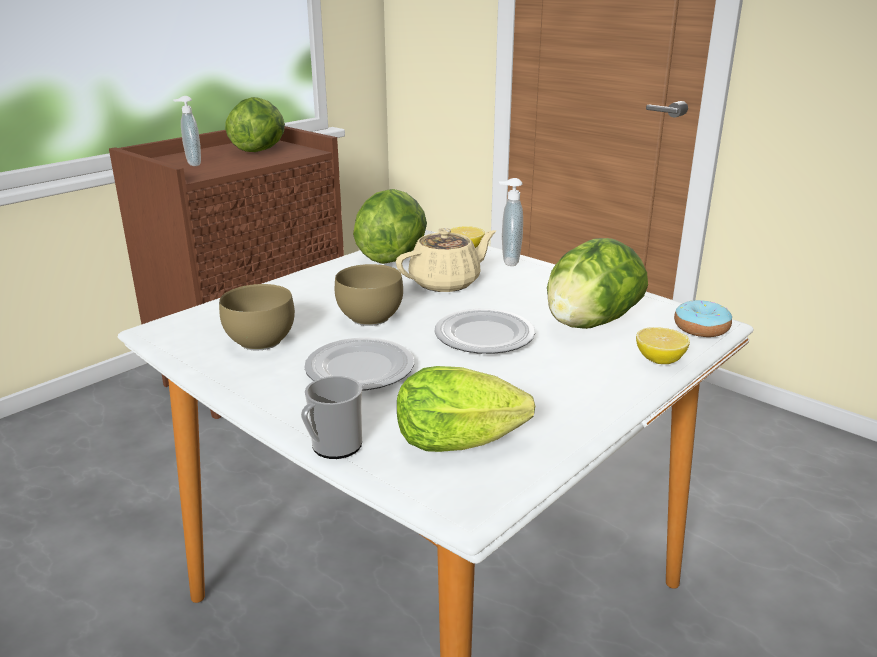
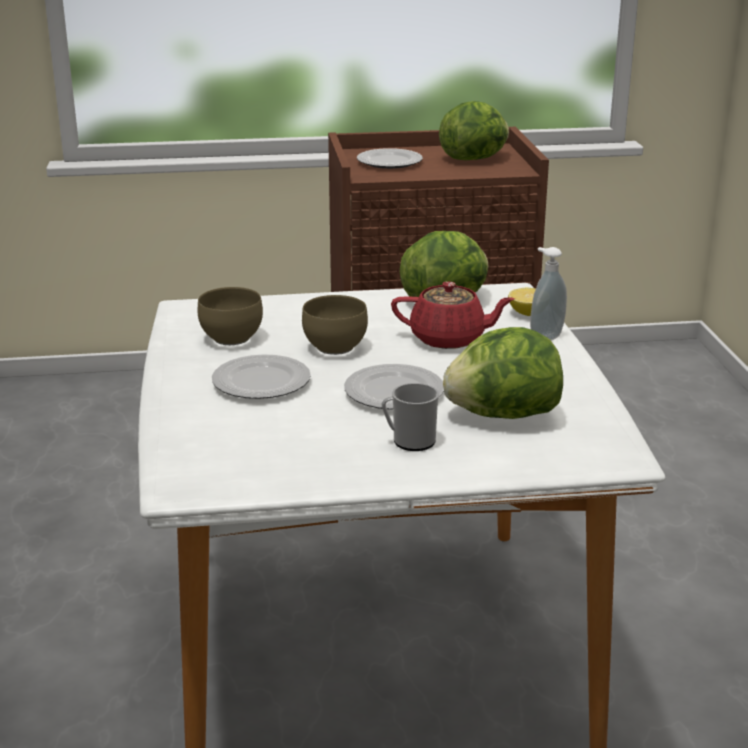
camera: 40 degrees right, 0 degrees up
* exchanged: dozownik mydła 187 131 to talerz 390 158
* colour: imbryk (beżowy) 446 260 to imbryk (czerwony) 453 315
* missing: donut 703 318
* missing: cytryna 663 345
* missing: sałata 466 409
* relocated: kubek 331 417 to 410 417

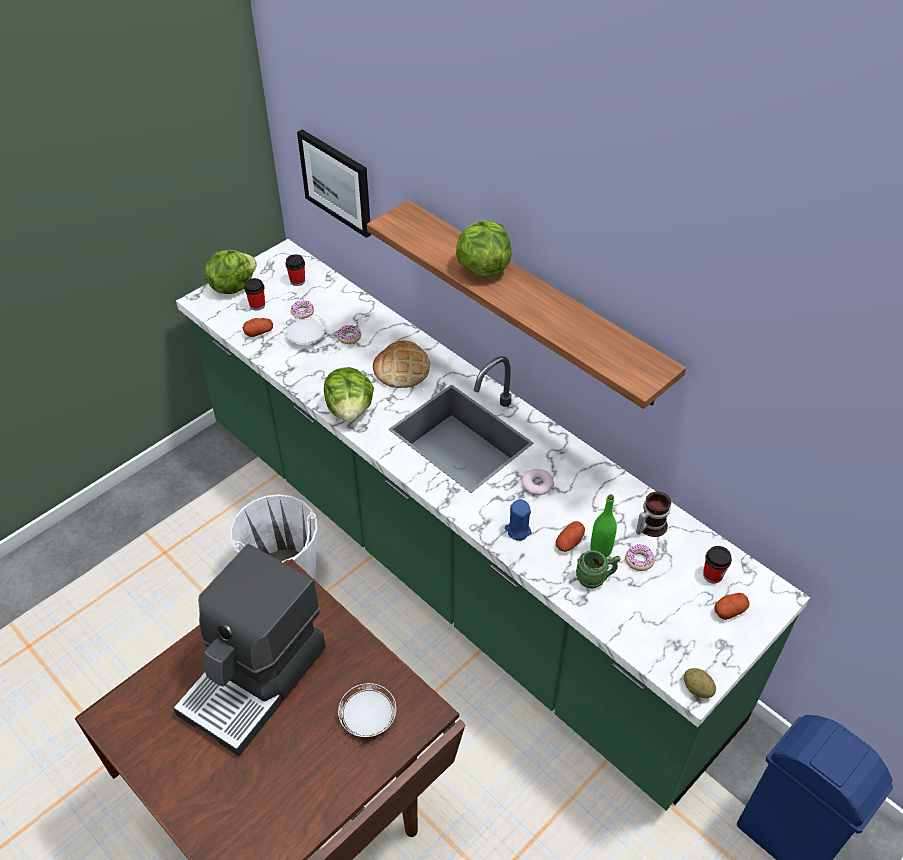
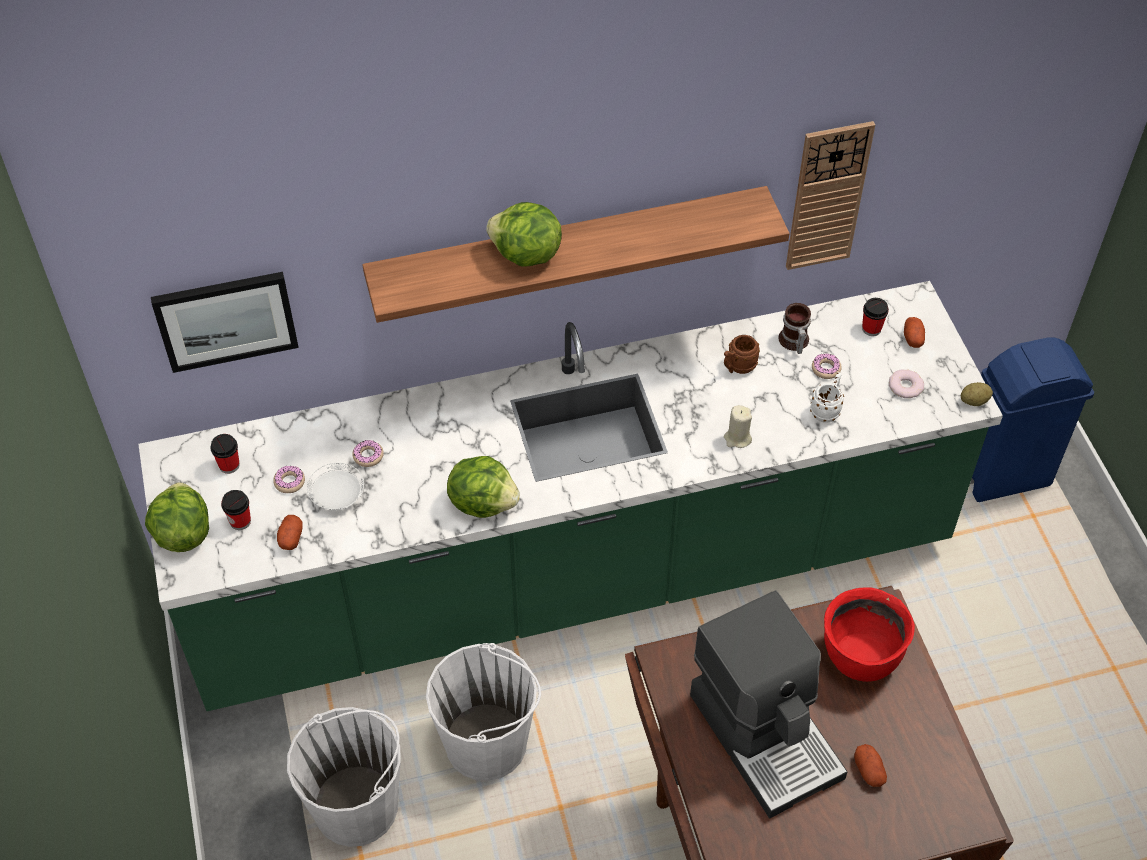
camera: 60 degrees left, 5 degrees up
* missing: chleb 401 364
* relocated: donut 537 482 to 906 384
* missing: butelka (zielony) 603 525
* colour: świeca (niebieski) 518 520 to świeca (beżowy) 738 426
* relocated: ziemniak 570 536 to 870 765
* colour: kubek (zielony) 598 569 to kubek (biały) 827 397
* exchanged: talerz (biały) 367 710 to garnek (czerwony) 869 634
* appeared: zegar ścienny 830 195
* appeared: kubek (brązowy) 742 354
* appeared: wiadro (biały) 344 777

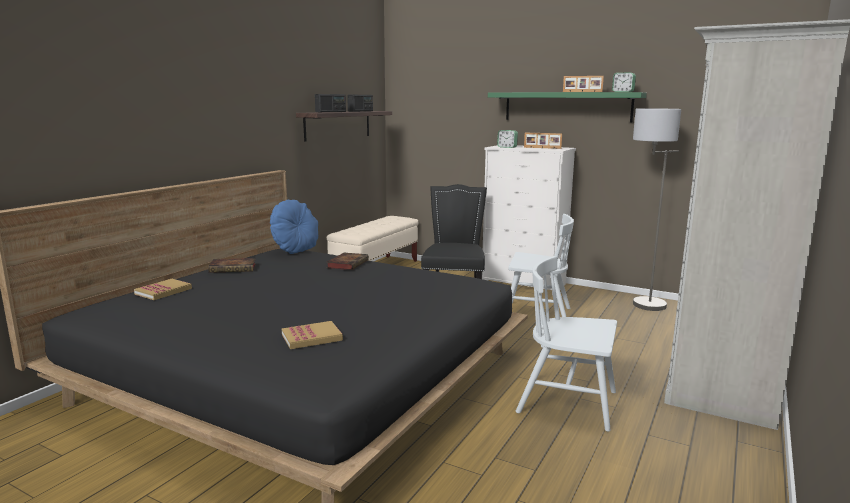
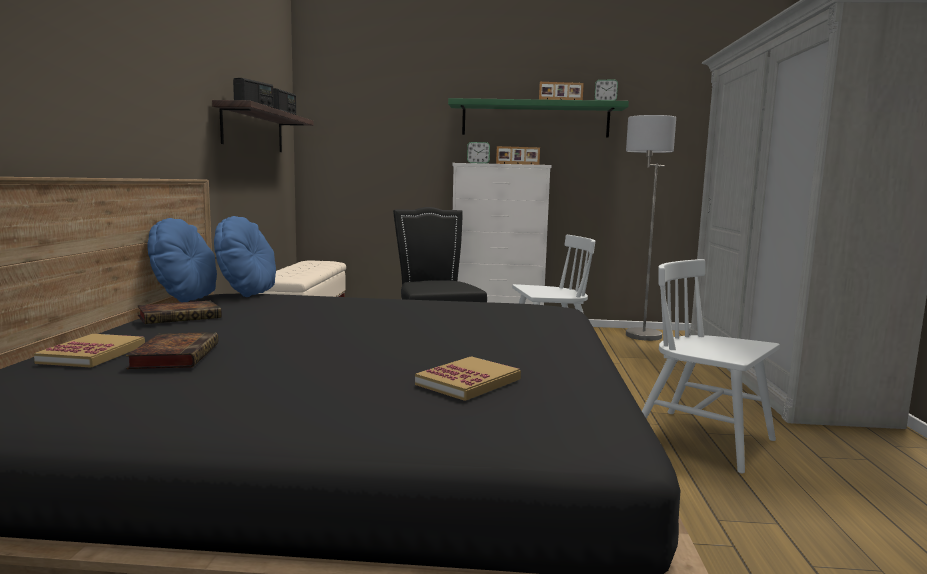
camera: 25 degrees left, 5 degrees down
* relocated: książka 348 261 to 172 350
* spun: krzesło (biały) 566 344 = 711 366 45 degrees clockwise
* appeared: poduszka (niebieski) 182 260

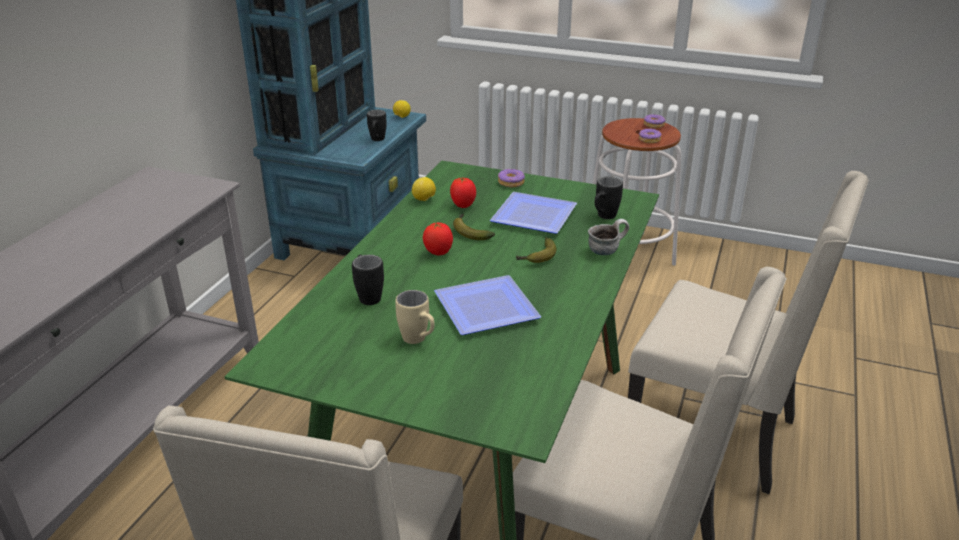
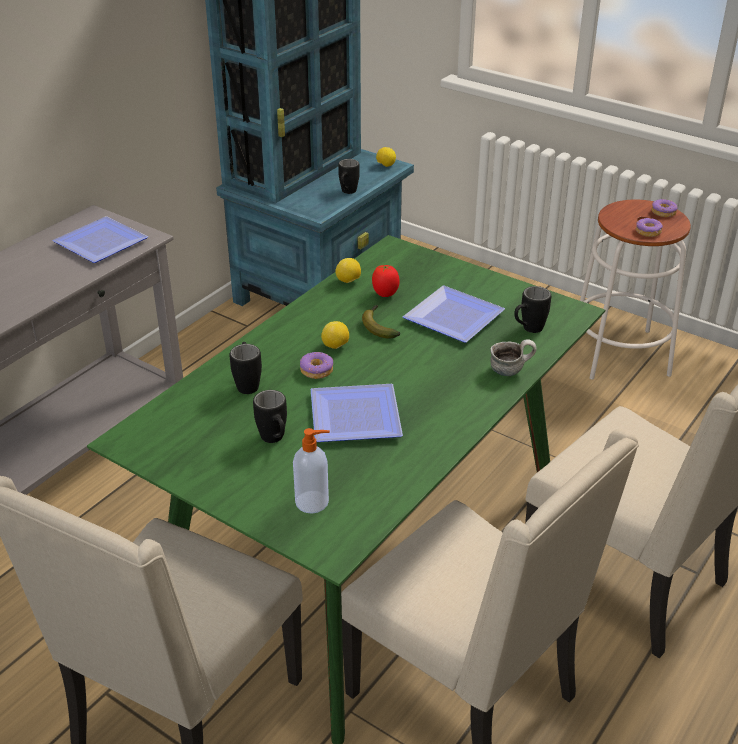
camera: 15 degrees right, 5 degrees up
* relocated: donut 511 178 to 316 365
* exchanged: pomidor 438 239 to cytryna 335 335
* missing: banan 536 250
* colour: kubek (beżowy) 415 317 to kubek (czarny) 270 416
* appeared: talerz 100 239
* appeared: dozownik mydła 311 471

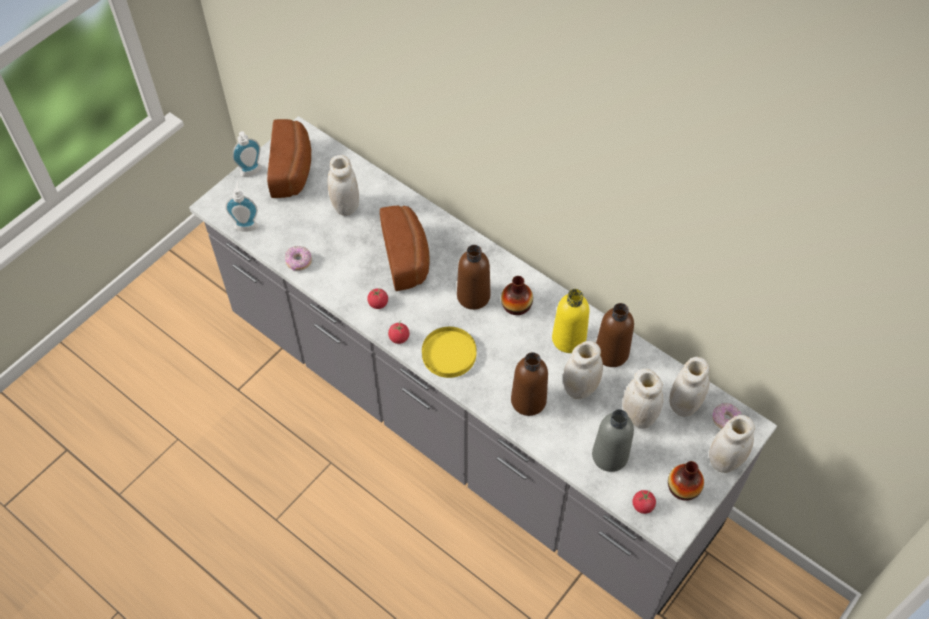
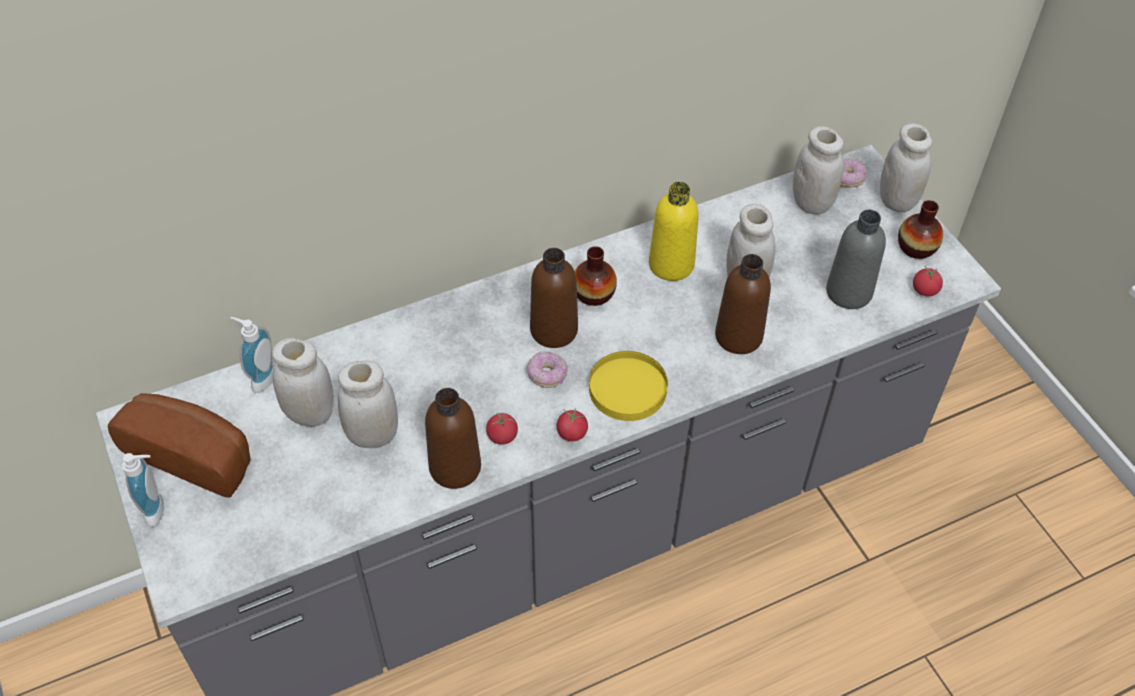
camera: 65 degrees left, 5 degrees down
* relocated: dozownik mydła 241 206 to 252 355
* missing: chleb 404 248
* relocated: donut 298 258 to 547 369
* relocated: butelka (brązowy) 615 335 to 453 438
* relocated: słoik (biały) 642 399 to 368 404

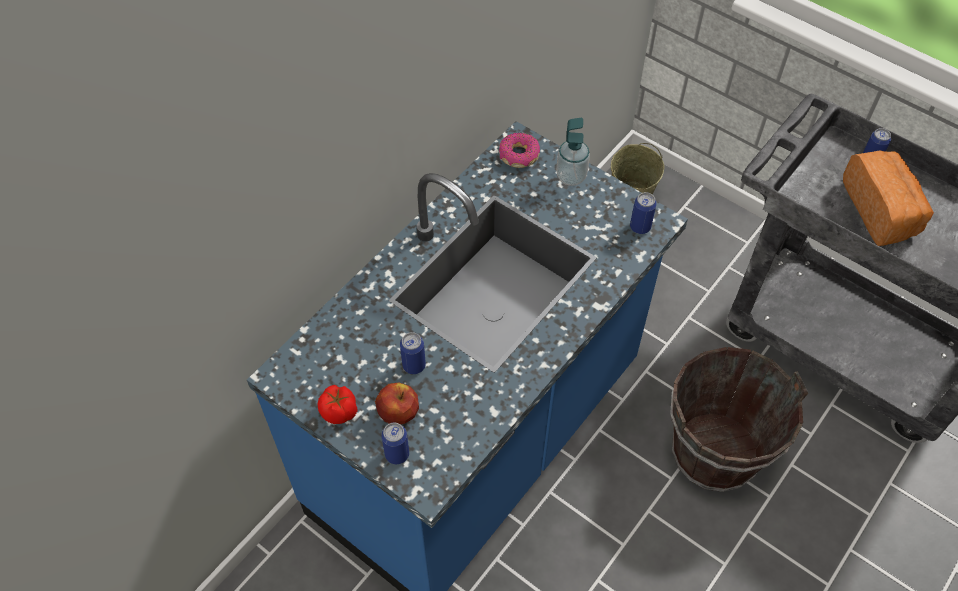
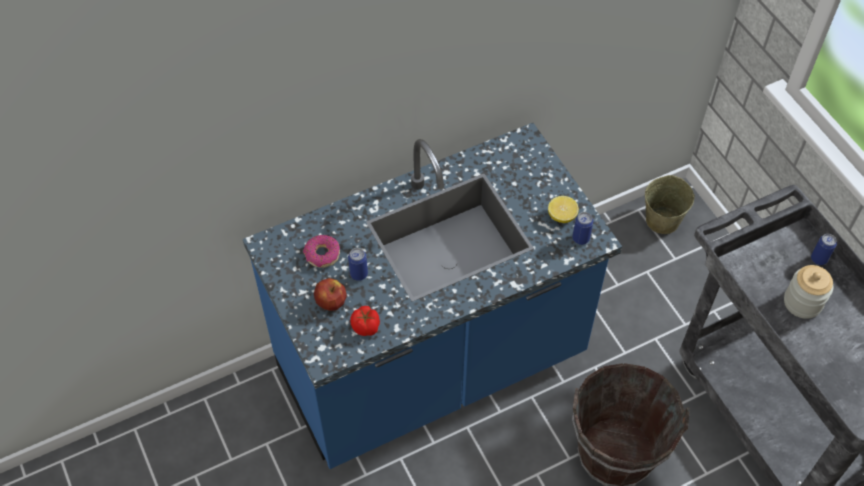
camera: 25 degrees right, 0 degrees up
* missing: dozownik mydła 573 152
* relocated: donut 519 150 to 321 251
* exchanged: chleb 888 198 to słoik 808 292
* relocated: pomidor 338 404 to 365 321
* missing: puszka 395 443
* appeared: cytryna 563 209

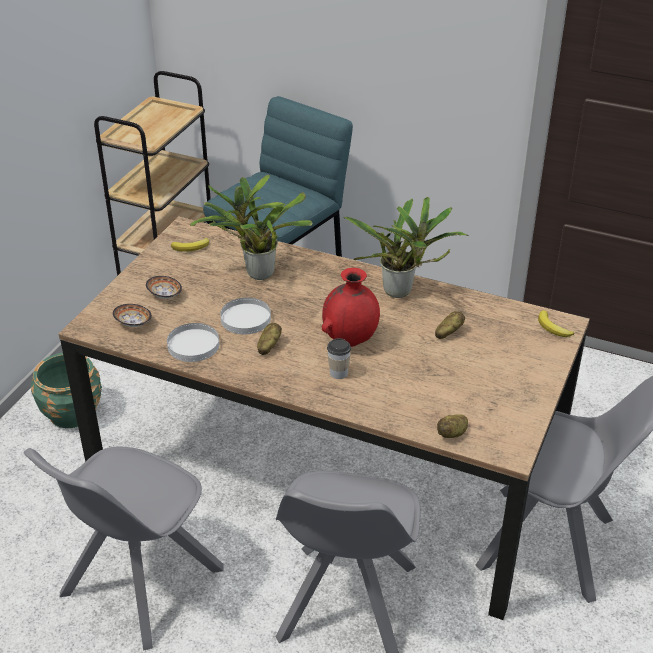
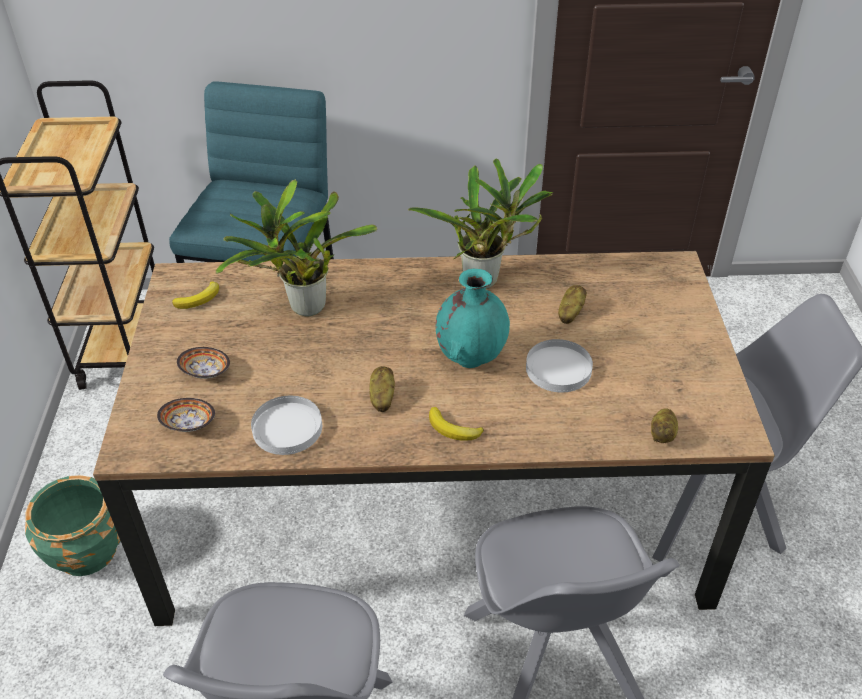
camera: 25 degrees left, 5 degrees up
* colour: wazon (czerwony) 351 307 to wazon (turkusowy) 472 318
* relocated: talerz (biały) 245 316 to 559 365
* relocated: banan 556 323 to 456 424
* missing: filiżanka 339 358

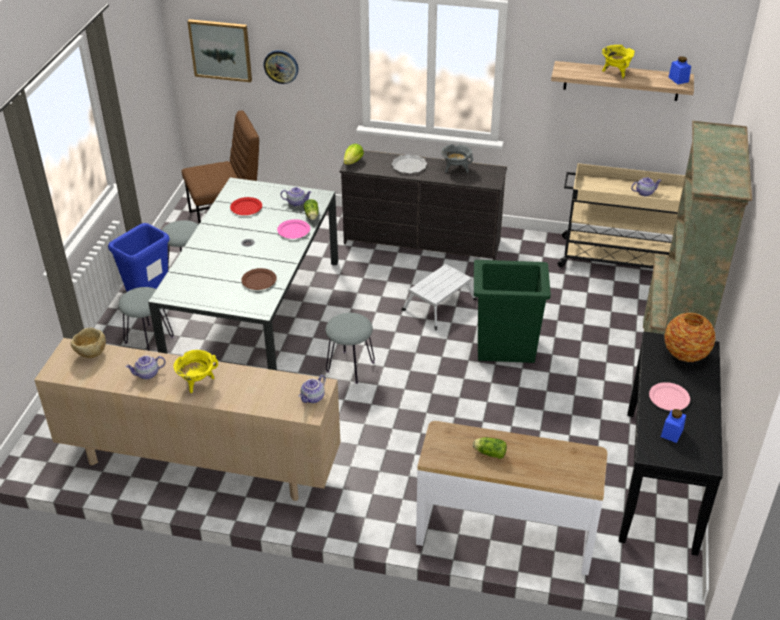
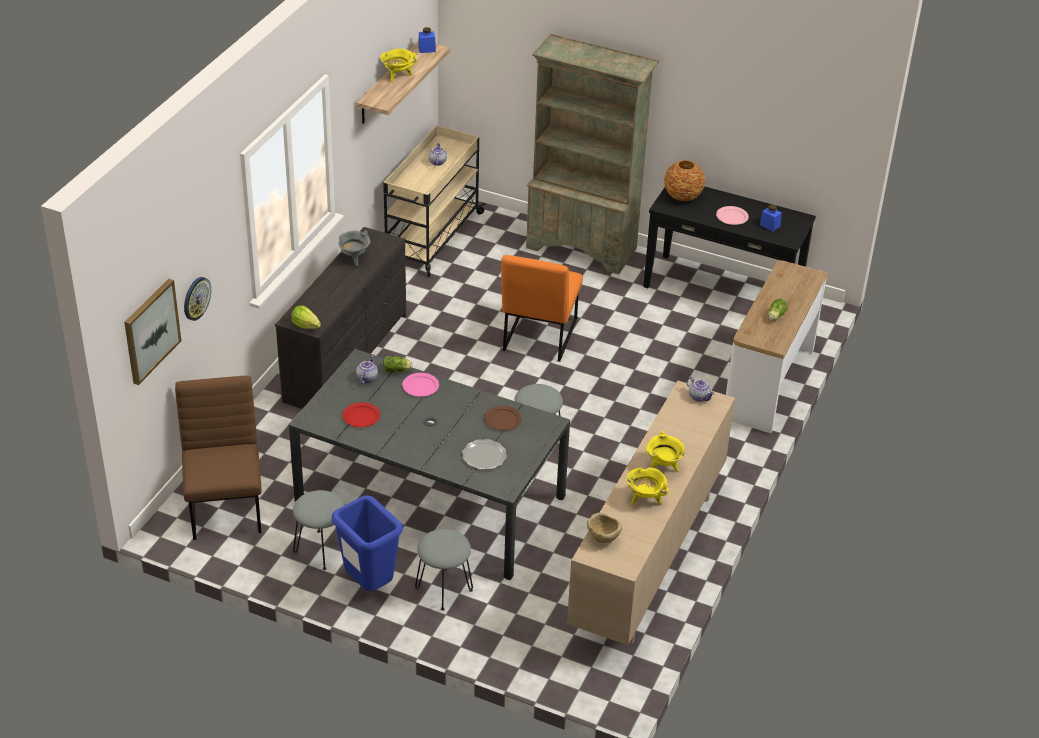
camera: 80 degrees left, 0 degrees up
* relocated: talerz 409 164 to 484 454
* exchanged: kosz na śmieci (zielony) 512 311 to krzesło (pomarańczowy) 542 308
* missing: drabinka (biały) 439 297
* exchanged: imbryk 145 367 to garnek (żółty) 648 486

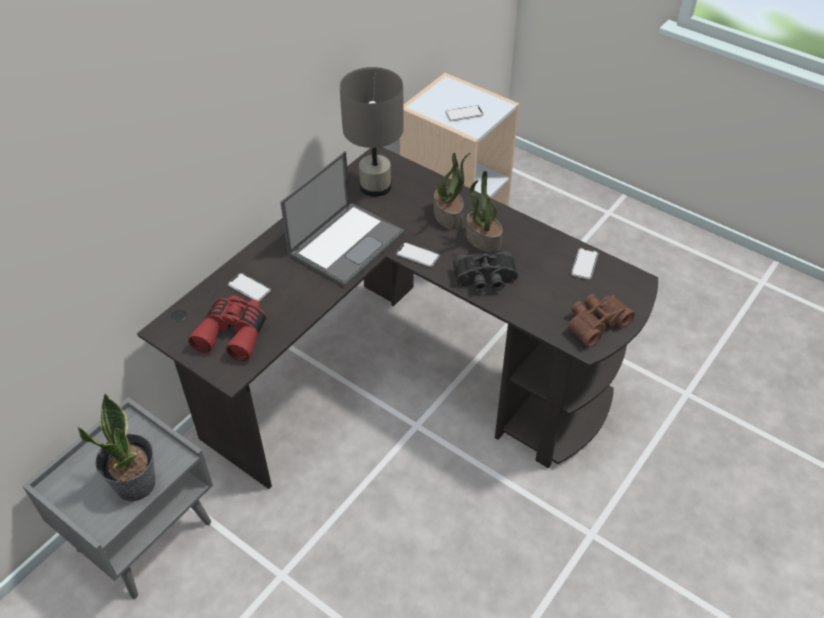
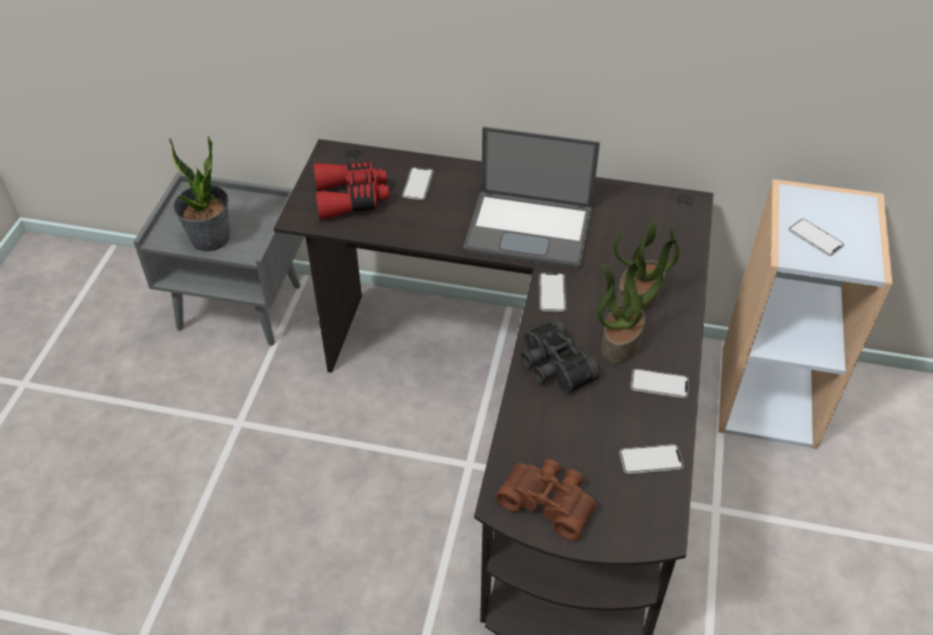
camera: 65 degrees right, 0 degrees up
* missing: lampa stołowa (szary) 372 132
* appeared: telefon 660 383

